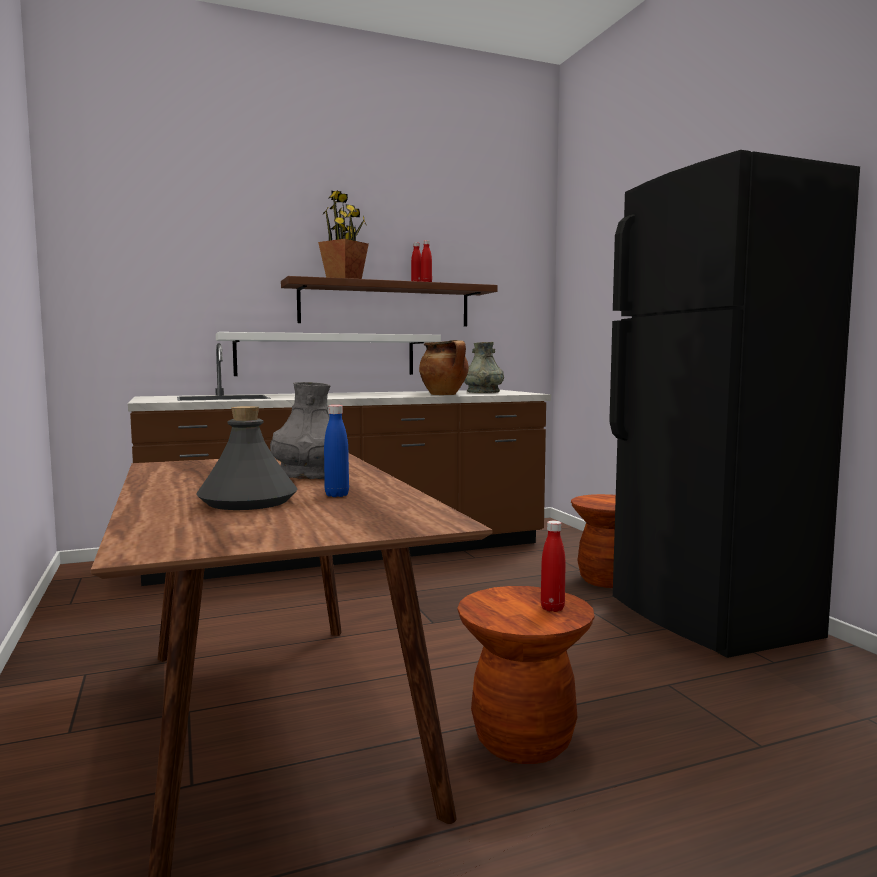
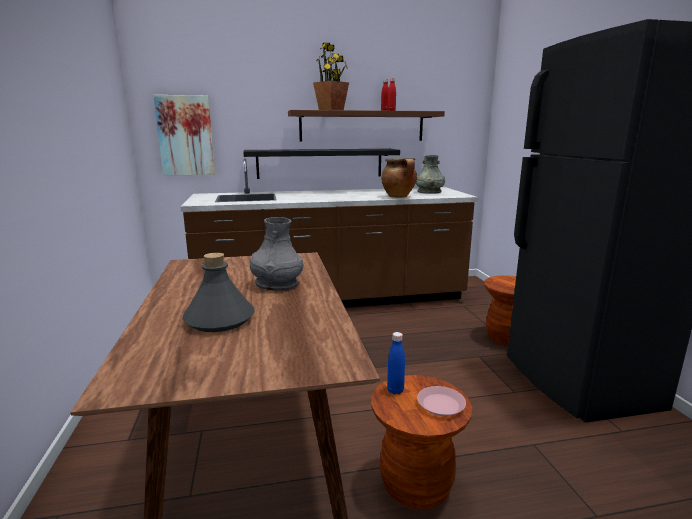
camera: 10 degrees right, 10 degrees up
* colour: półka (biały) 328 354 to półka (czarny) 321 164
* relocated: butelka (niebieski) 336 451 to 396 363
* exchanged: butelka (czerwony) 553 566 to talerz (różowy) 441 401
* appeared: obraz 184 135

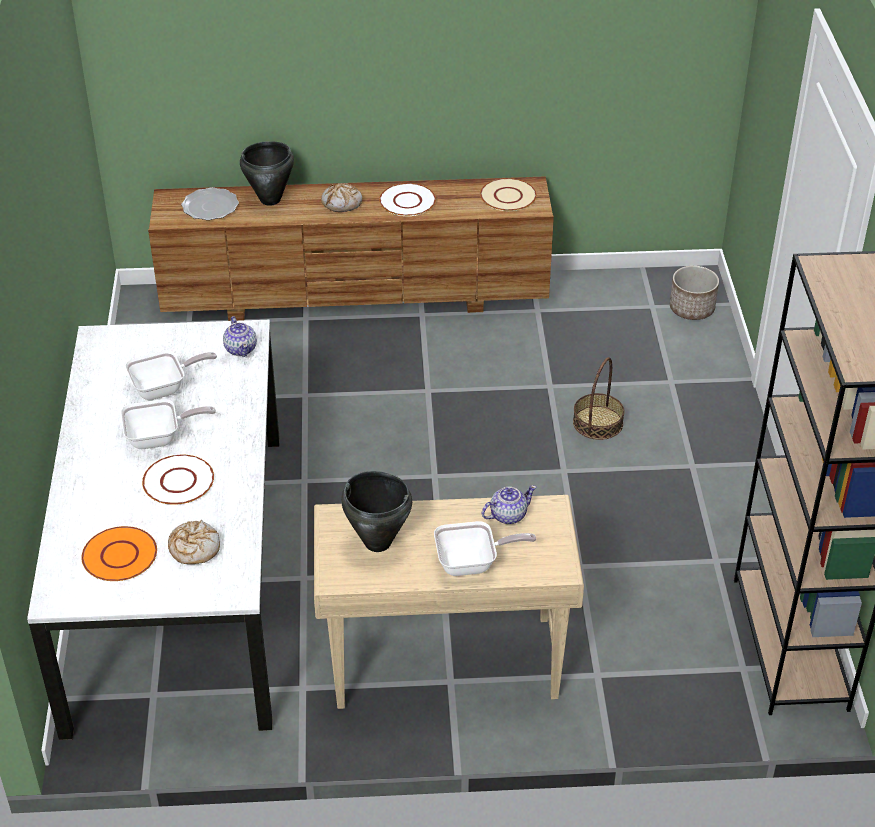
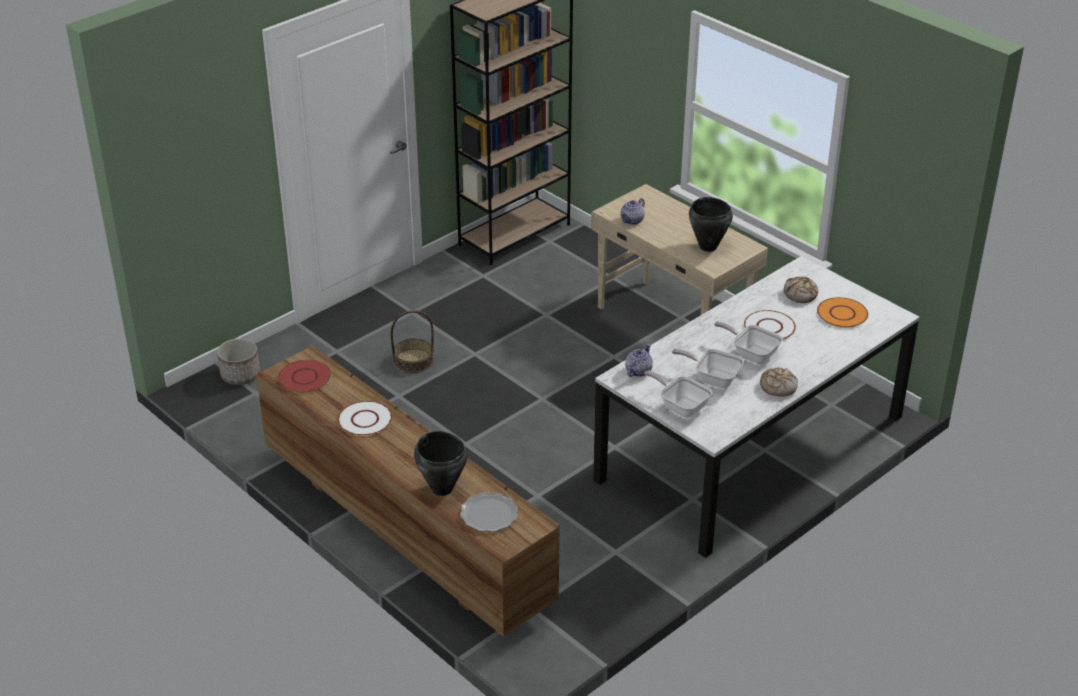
camera: 130 degrees left, 5 degrees down
* colour: talerz (beżowy) 508 194 to talerz (czerwony) 304 376
* relocated: chleb 341 197 to 779 382
* spun: imbryk 509 504 = 633 211 75 degrees counterclockwise
* relocated: patelnia 485 548 to 678 394

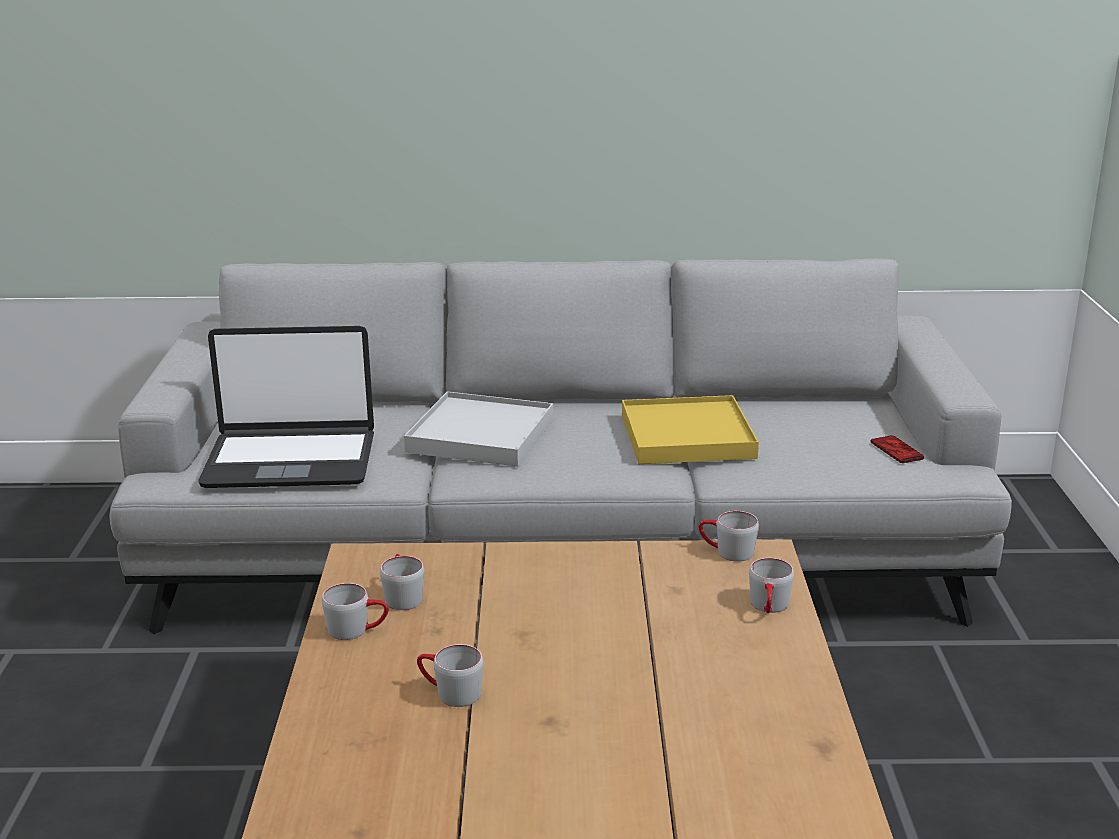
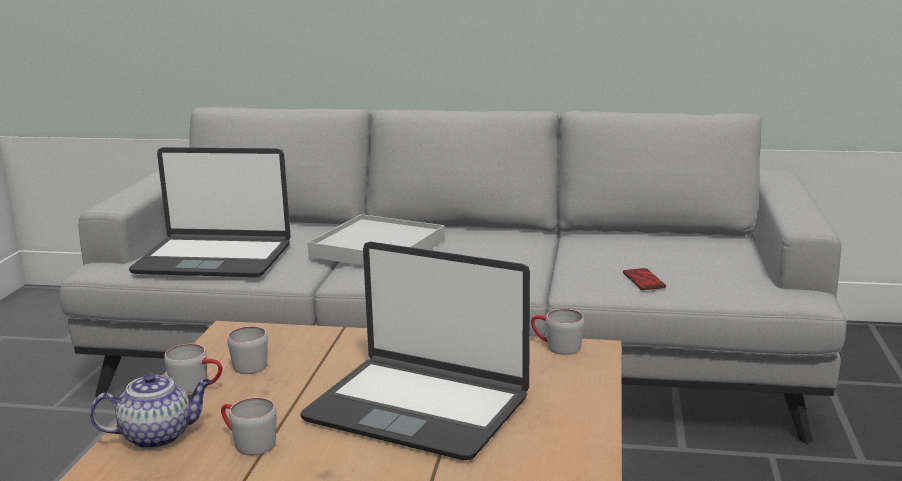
camera: 10 degrees right, 5 degrees down
* missing: taca (żółty) 690 429
* relocated: telefon 897 449 to 644 279
* missing: kubek (szary) 771 585
* appeared: laptop 415 351
* appeared: imbryk 150 411

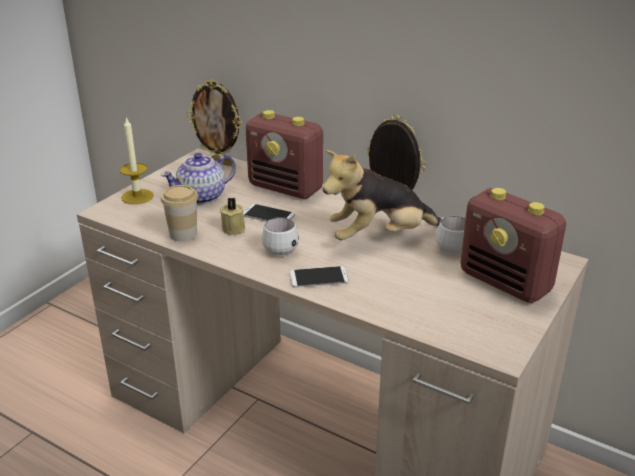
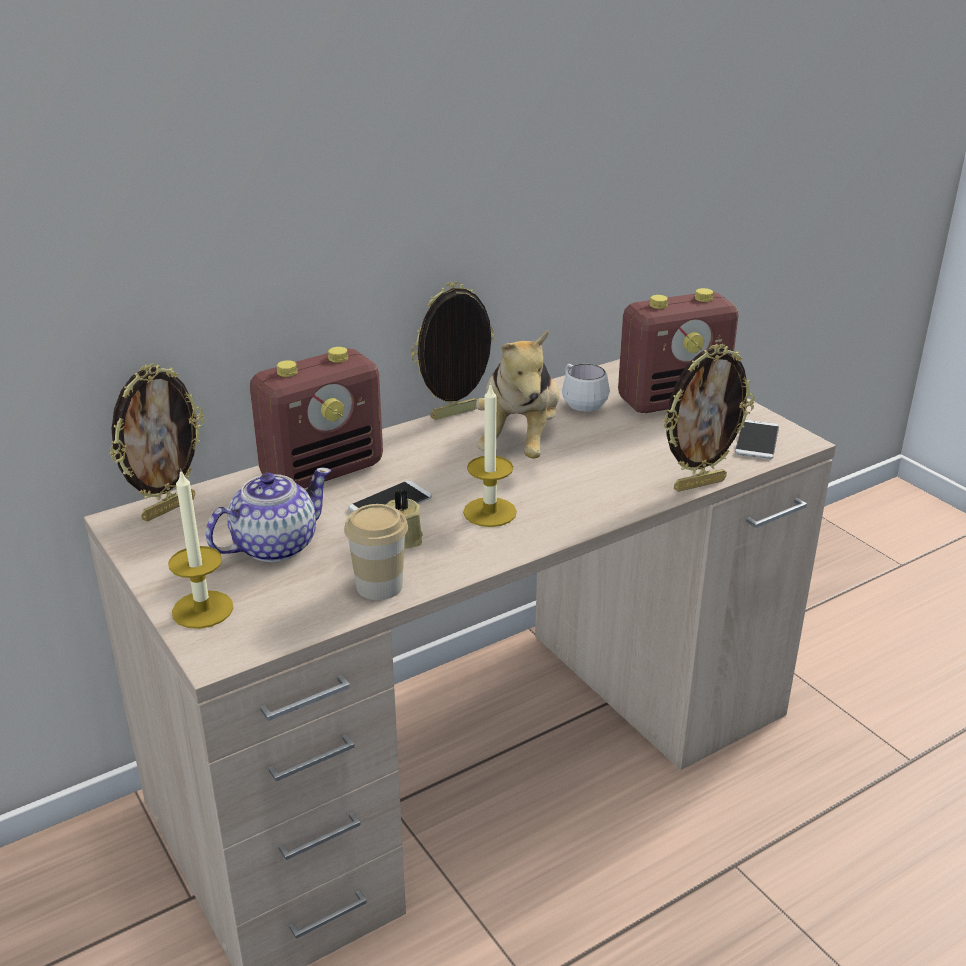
camera: 65 degrees left, 0 degrees up
* spun: imbryk 198 179 = 268 515 120 degrees counterclockwise
* exchanged: kubek (biały) 280 236 to świeca 490 454
* relocated: telefon 319 277 to 757 439
* appeared: ramka na zdjęcie 709 417

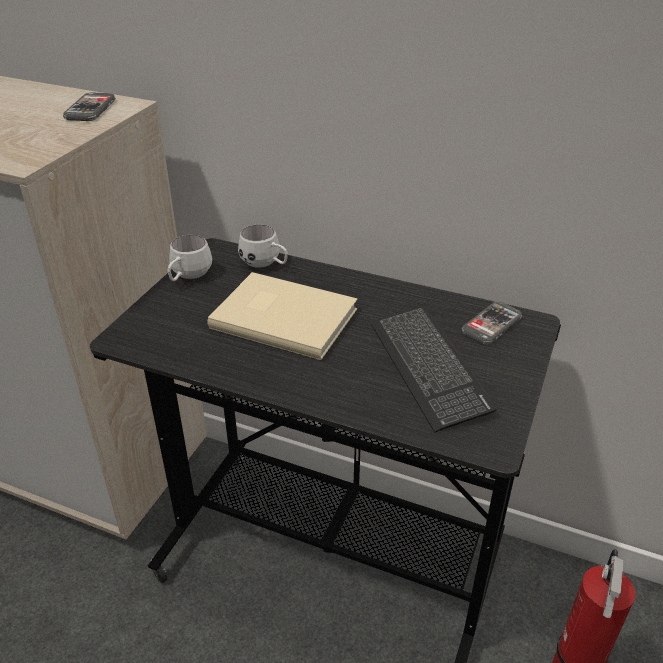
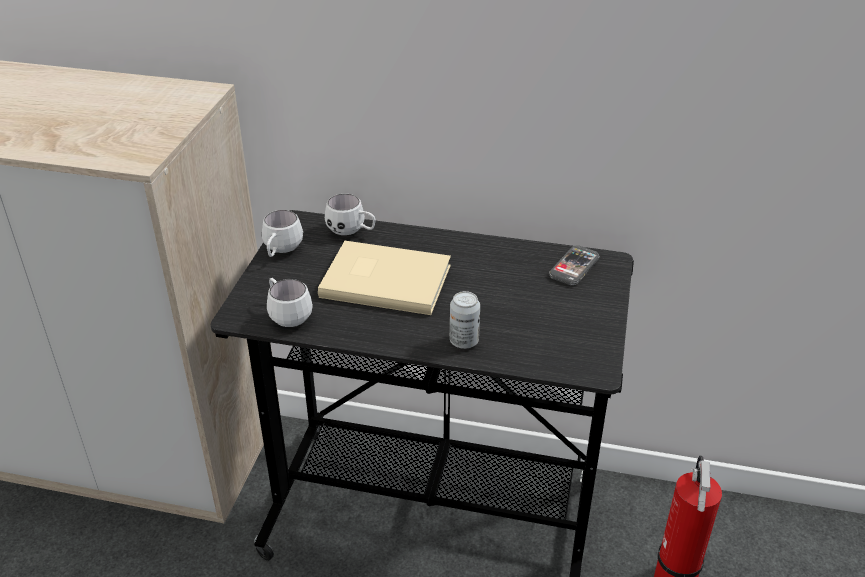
camera: 10 degrees left, 0 degrees up
* missing: telefon 89 106
* missing: klawiatura 434 369
* appeared: kubek (biały) 290 302
* appeared: puszka 465 320

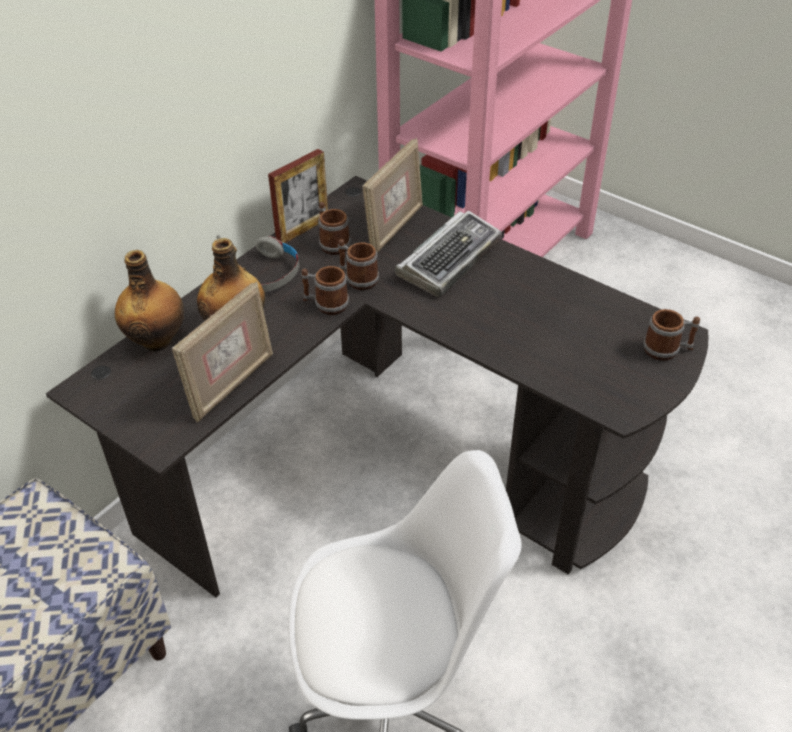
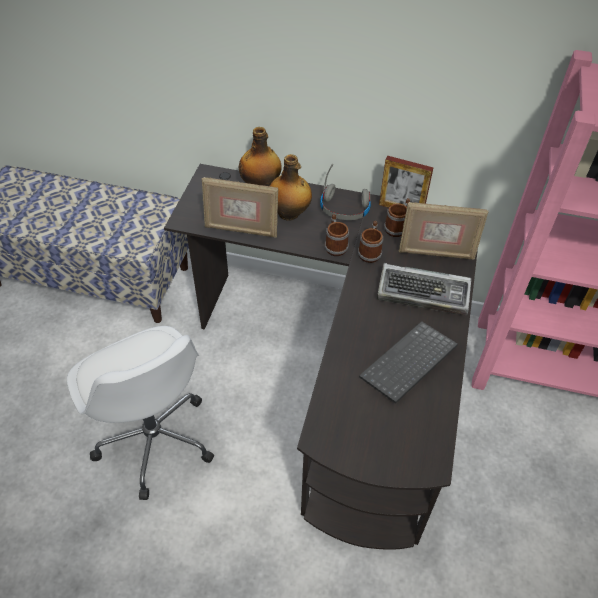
camera: 65 degrees right, 5 degrees up
* missing: kubek 671 335
* appeared: klawiatura 408 362

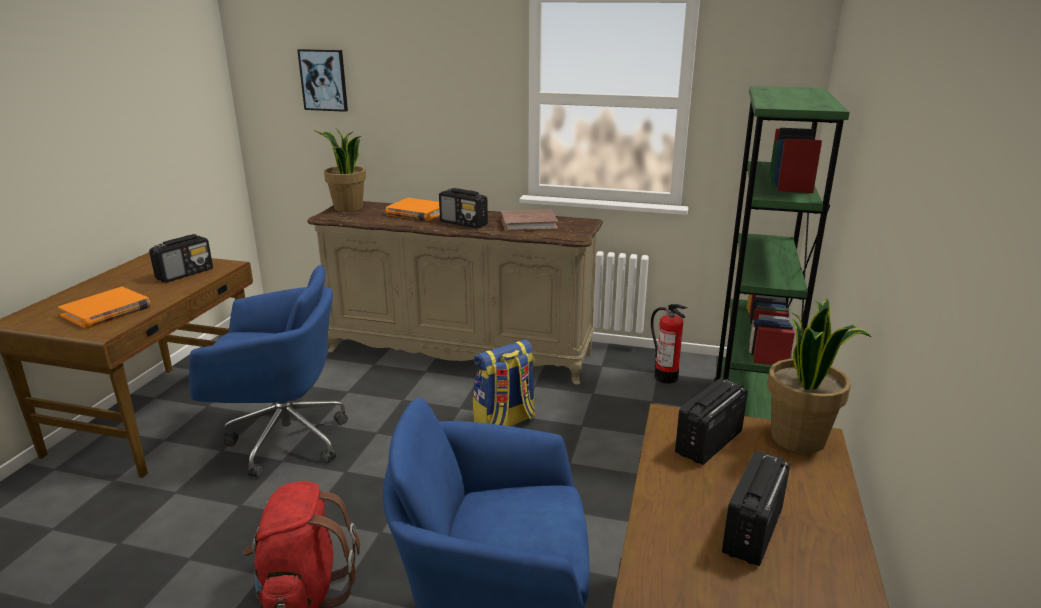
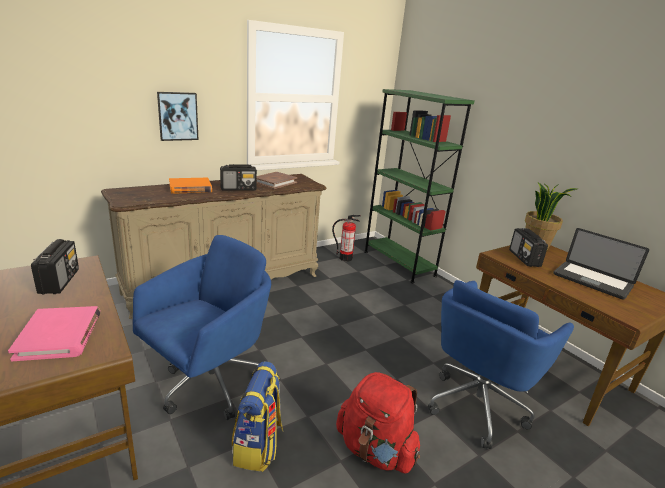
camera: 50 degrees left, 0 degrees up
* relocated: obraz 322 80 to 178 116
* missing: roślina doniczkowa 340 169
* colour: książka (pomarańczowy) 104 308 to książka (różowy) 54 333
* relocated: plecak 504 383 to 258 416
* exchanged: radio 756 508 to laptop 601 264

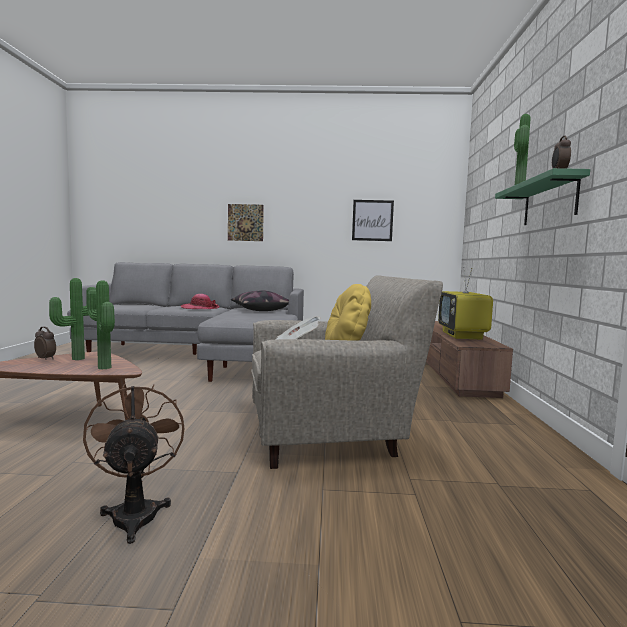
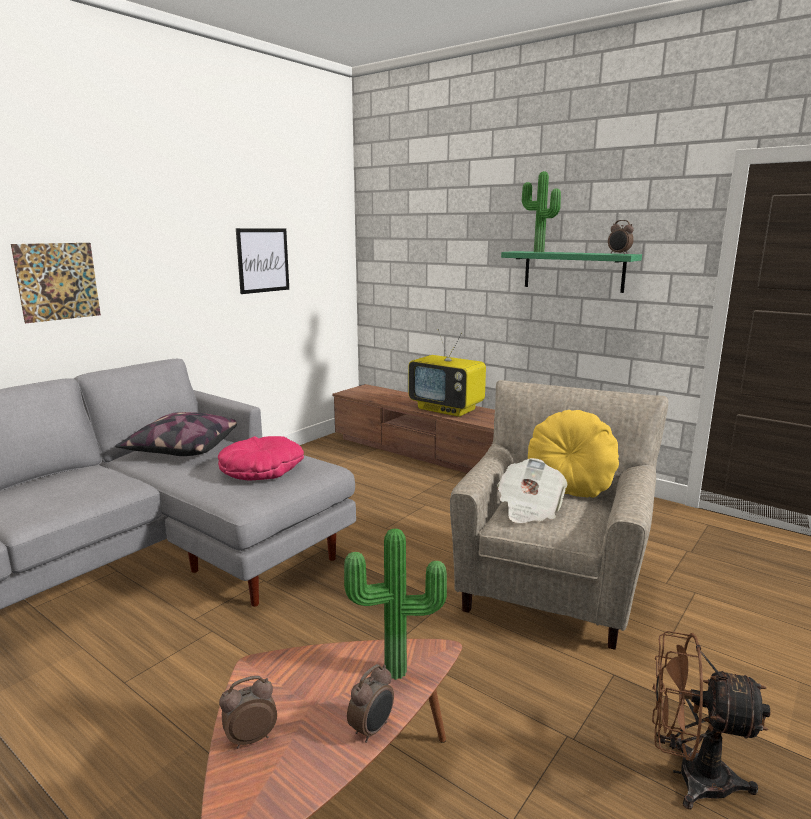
camera: 55 degrees left, 10 degrees up
* missing: roślina doniczkowa 72 319
* missing: kapelusz 200 301
* appeared: poduszka (różowy) 261 458
* appeared: budzik 370 703

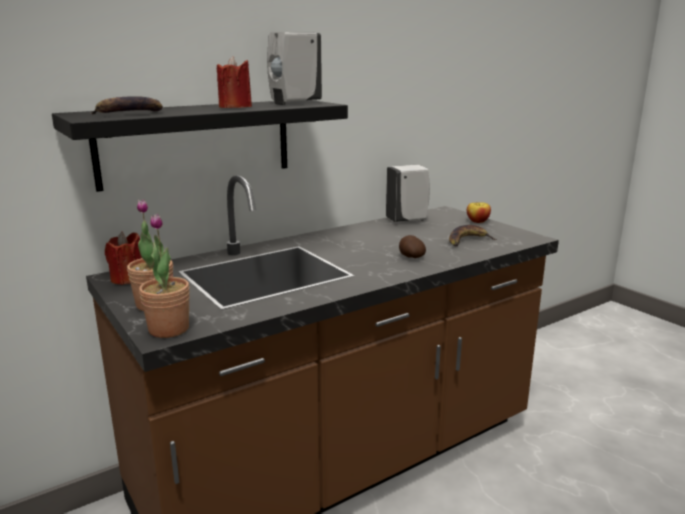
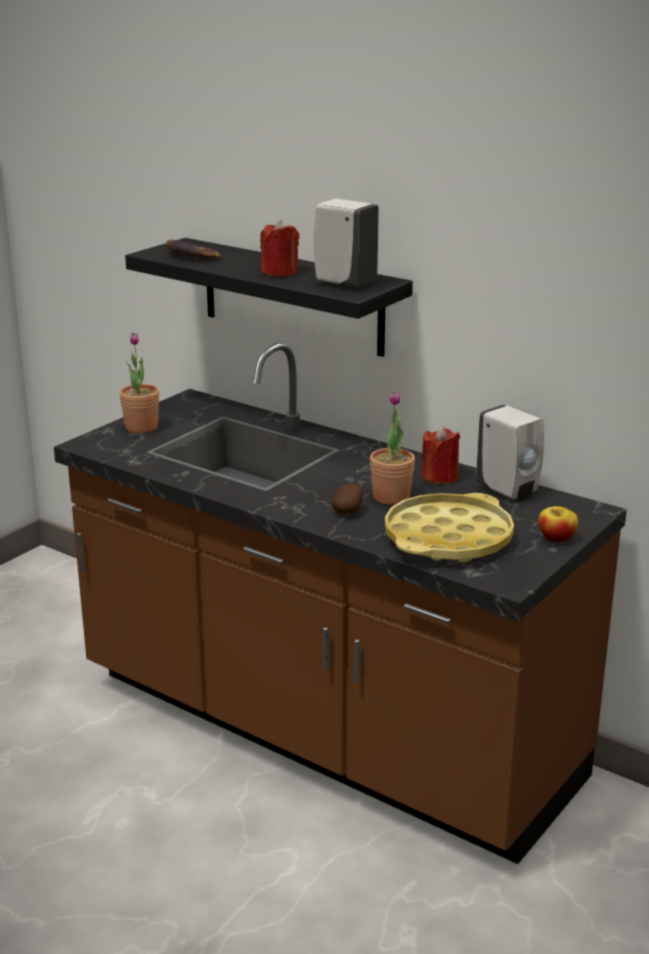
camera: 70 degrees right, 5 degrees up
* relocated: roślina doniczkowa 164 275 to 392 448
* exchanged: banan 473 235 to taca (żółty) 449 527
* relocated: świeca (czerwony) 123 258 to 441 454

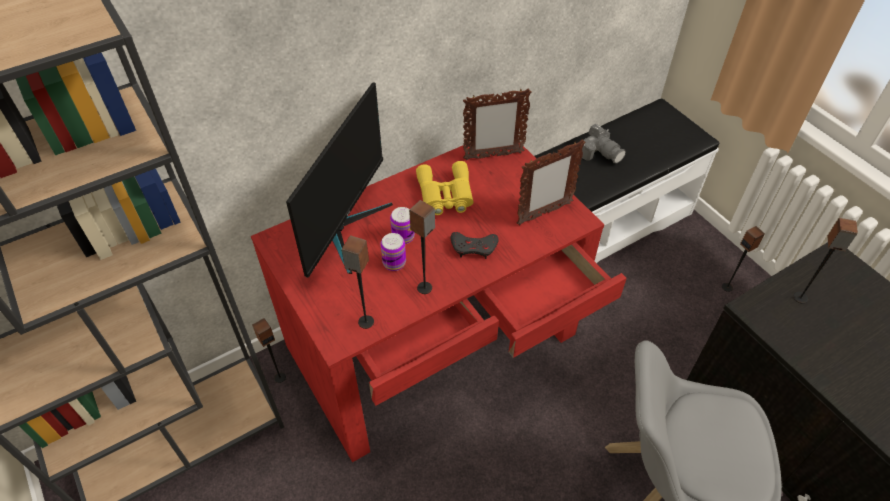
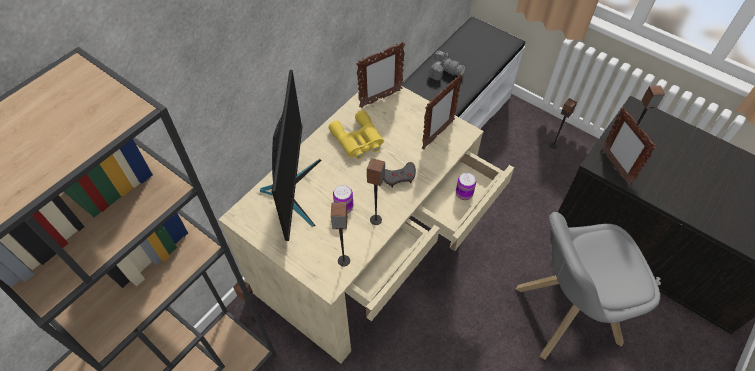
camera: 20 degrees left, 5 degrees up
* colour: biurko (czerwony) 439 302 to biurko (beżowy) 366 225
* relocated: puszka 402 225 to 466 186
* appeared: ramka na zdjęcie 629 147

